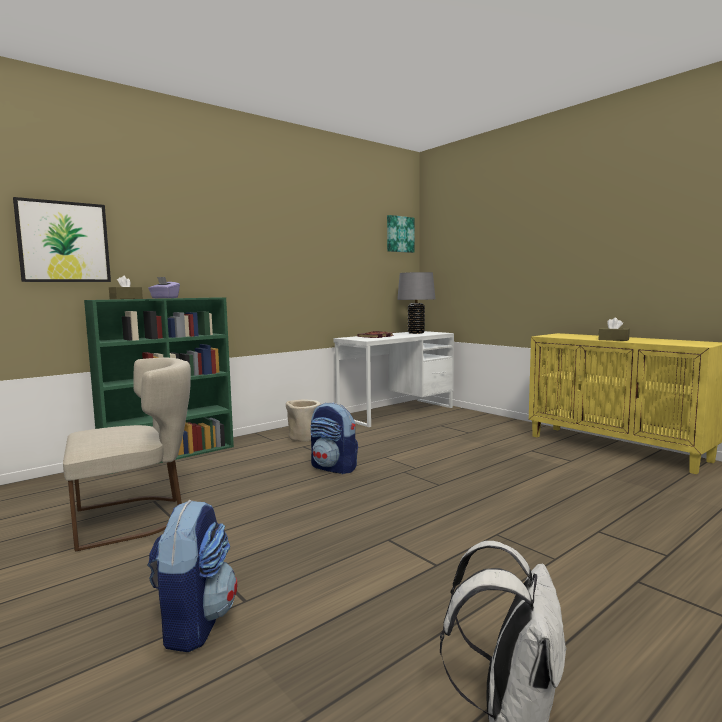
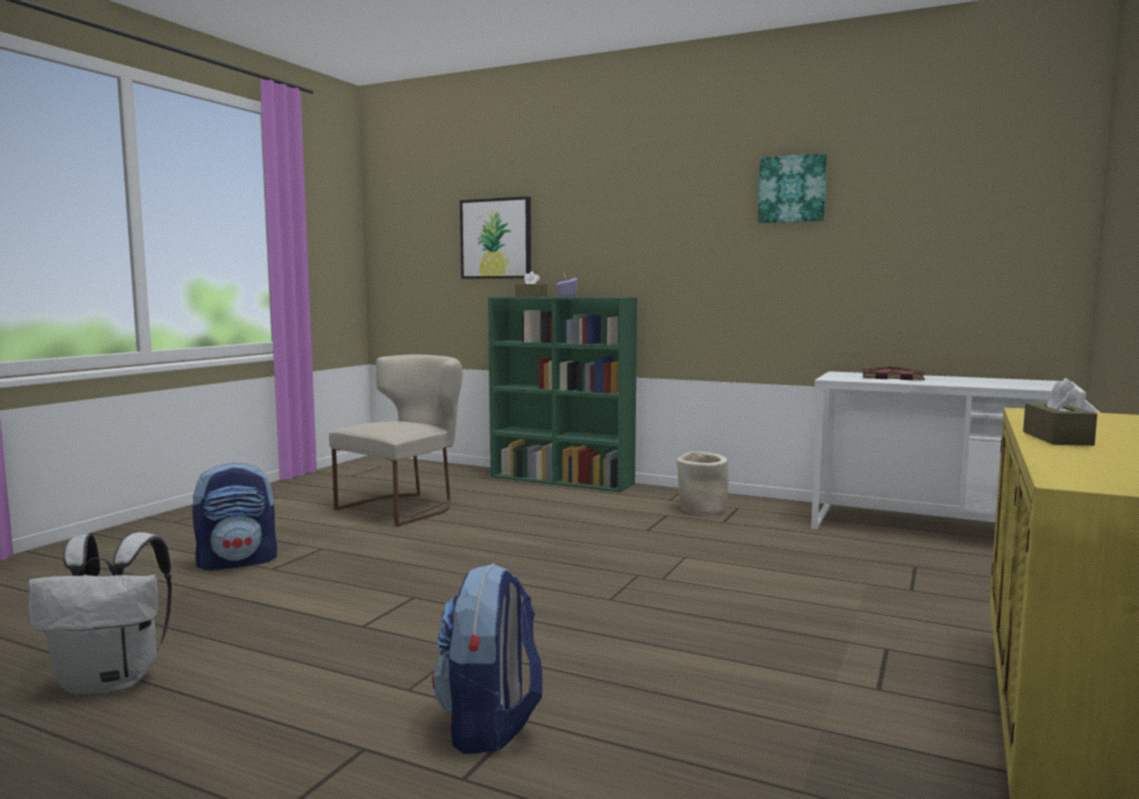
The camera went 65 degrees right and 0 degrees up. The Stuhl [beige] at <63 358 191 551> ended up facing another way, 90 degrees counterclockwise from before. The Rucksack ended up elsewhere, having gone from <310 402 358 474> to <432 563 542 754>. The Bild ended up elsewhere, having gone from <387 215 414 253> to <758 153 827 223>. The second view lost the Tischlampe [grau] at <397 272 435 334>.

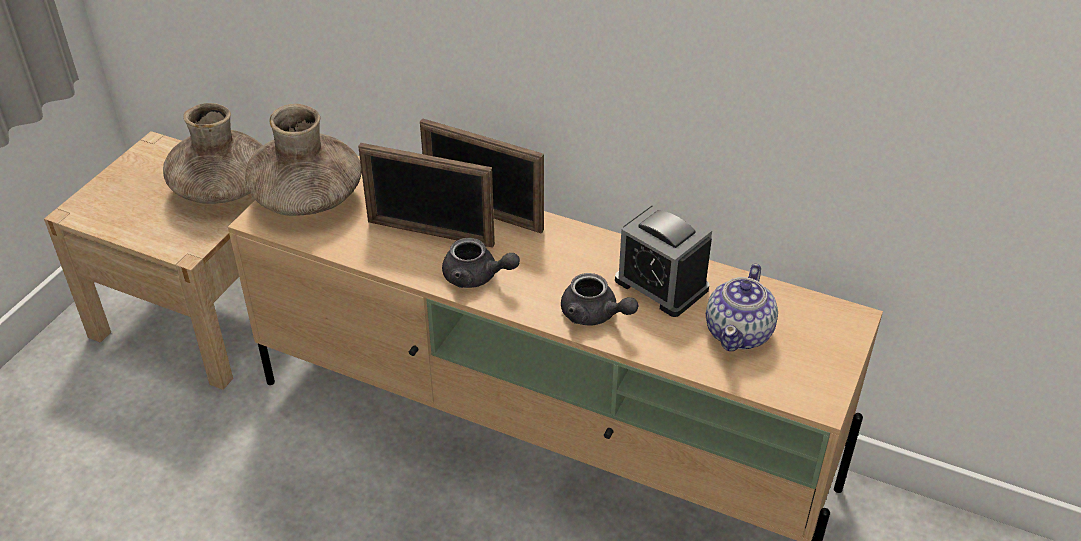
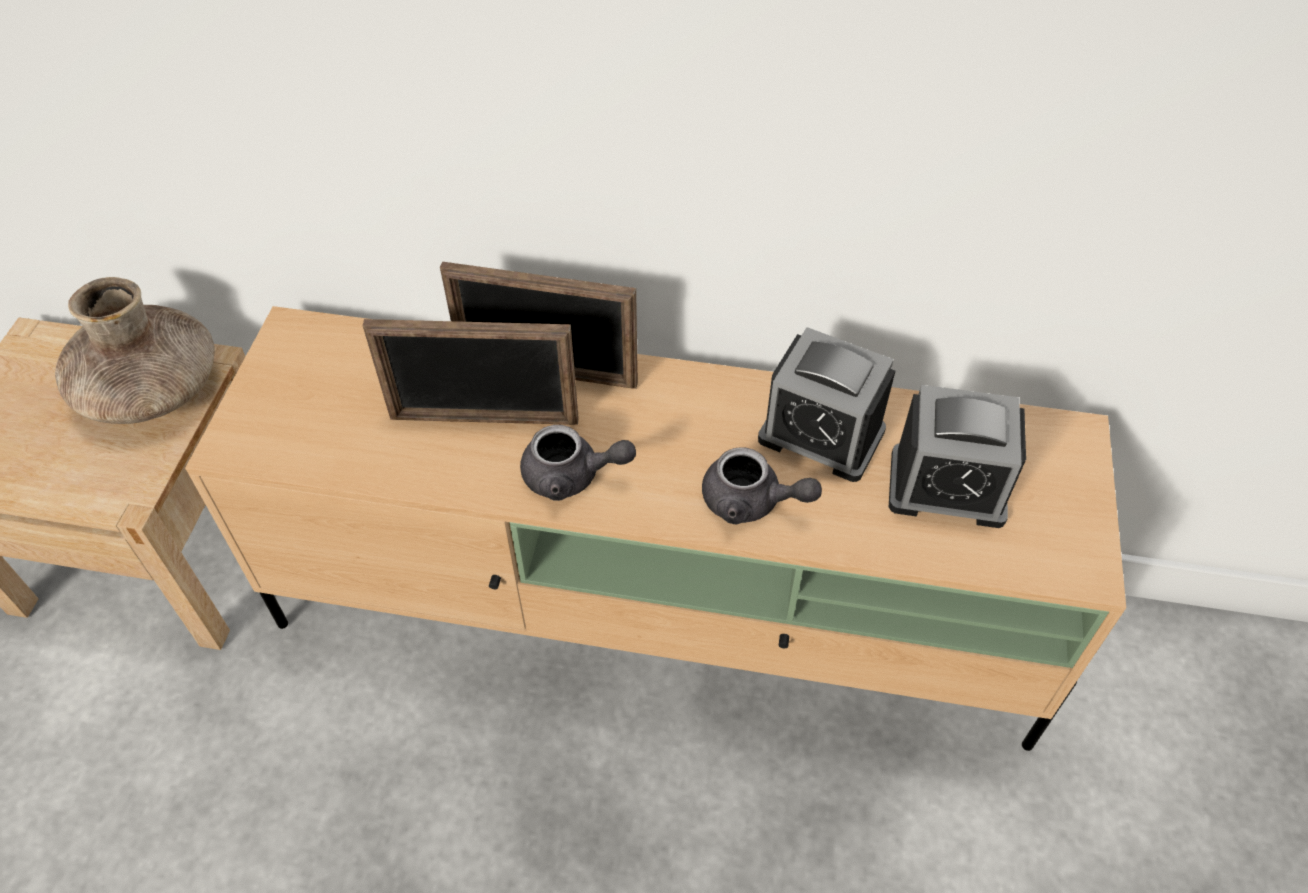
The camera went 15 degrees left and 10 degrees up. The second view lost the Vase [braun] at <245 104 362 216>. Where the Teekanne stood at <706 264 778 351>, the Wecker came to stand at <889 385 1026 528>.

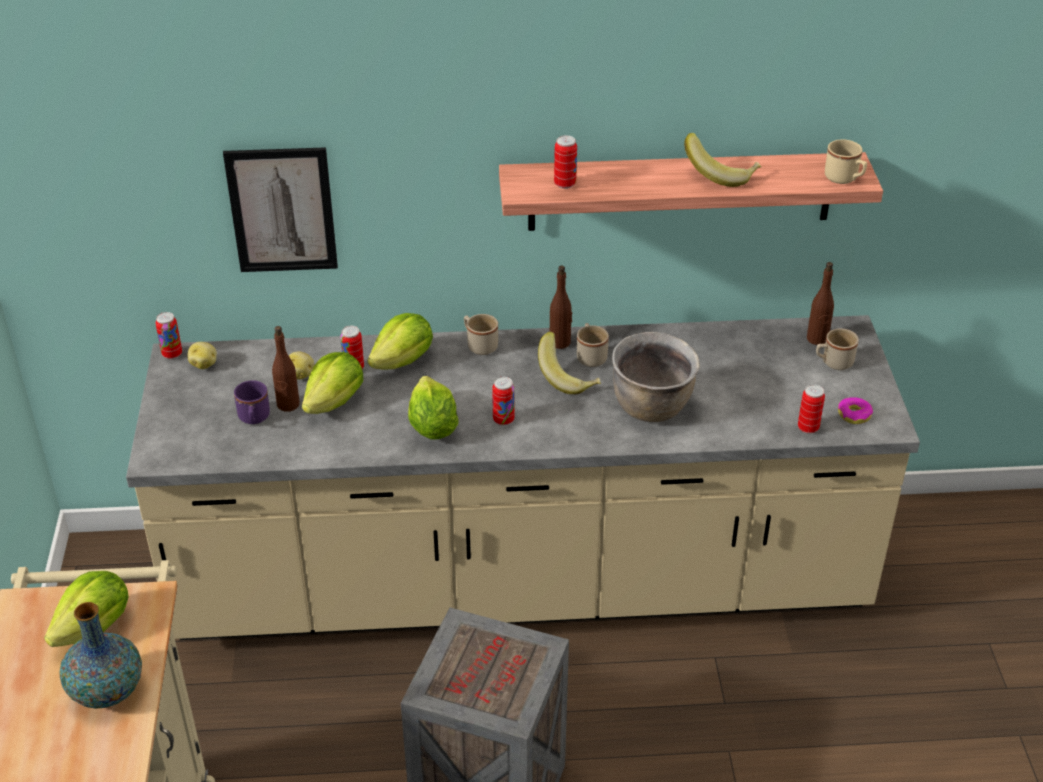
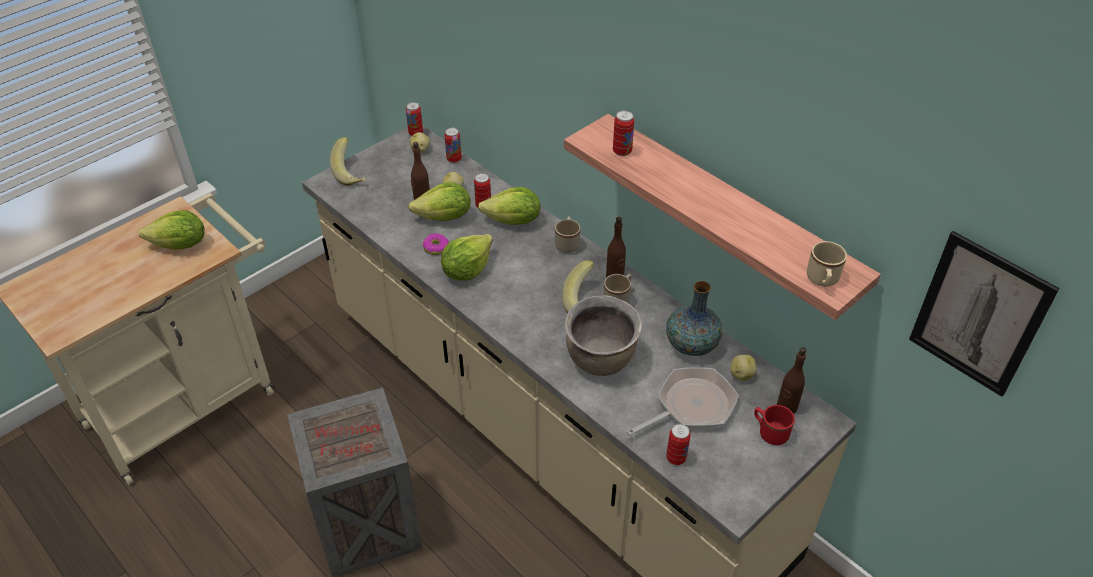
The camera went 50 degrees right and 5 degrees up. The Vase ended up elsewhere, having gone from <59 602 142 709> to <666 281 722 356>. The Bild ended up elsewhere, having gone from <223 147 338 272> to <909 231 1060 397>. The second view lost the Henkelbecher [lila] at <234 380 270 424>. The Dose ended up elsewhere, having gone from <492 377 514 426> to <445 128 462 163>. The Banane ended up elsewhere, having gone from <684 133 762 187> to <330 137 365 186>. What was the Henkelbecher [beige] at <816 329 859 370> turned into the Henkelbecher [rot] at <754 405 795 445>. The Donut ended up elsewhere, having gone from <838 397 873 424> to <423 234 449 255>. The second view gained the Pfanne at <627 367 739 436>. The second view gained the Kartoffel at <730 355 756 381>.

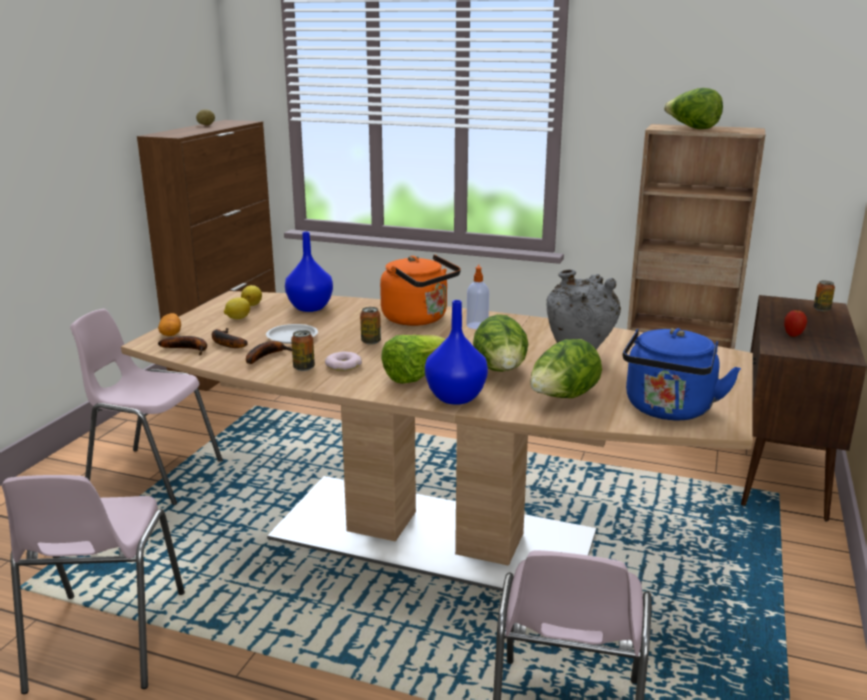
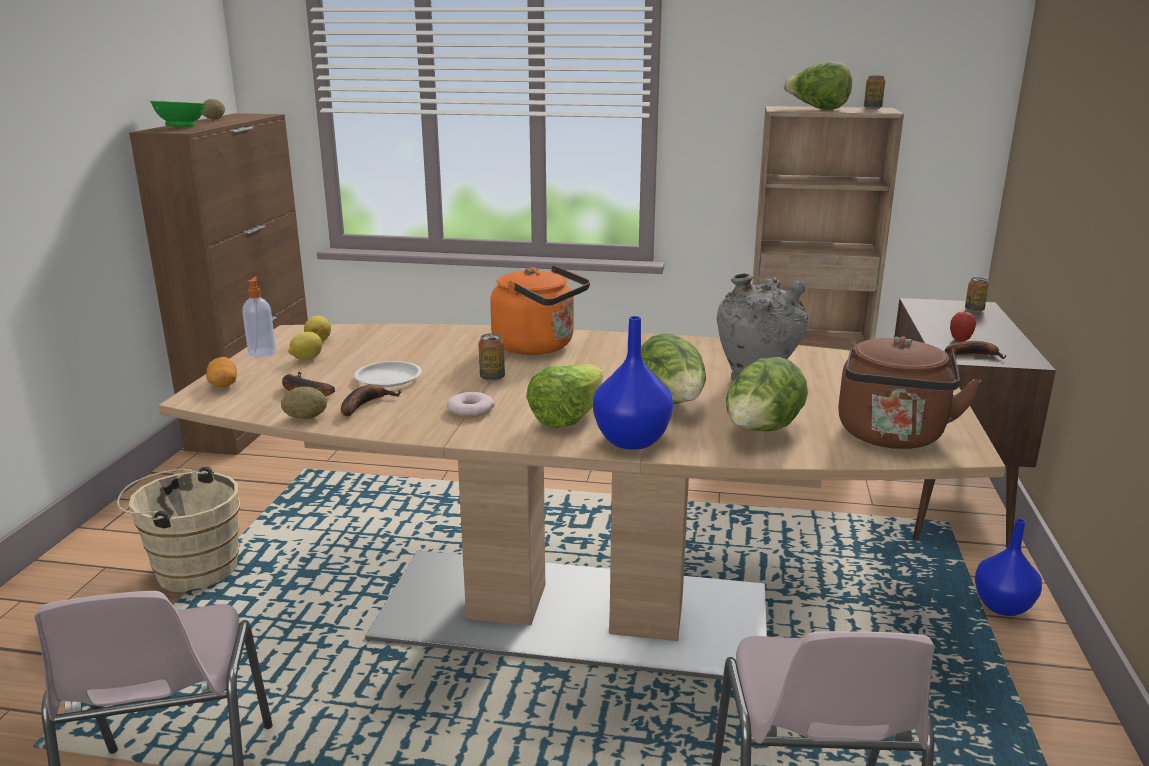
The camera went 10 degrees left and 0 degrees up. Where the Stuhl [rosa] stood at <70 309 223 505>, the Eimer [beige] came to stand at <117 466 240 592>. The Banane ended up elsewhere, having gone from <158 336 207 356> to <945 341 1007 359>. The Vase [blau] ended up elsewhere, having gone from <285 231 333 312> to <975 519 1042 616>. The Dose ended up elsewhere, having gone from <291 330 315 371> to <864 75 885 109>. The Seifenspender ended up elsewhere, having gone from <466 264 489 329> to <242 276 276 357>. What was the Wasserkessel [blau] at <623 328 741 421> turned into the Wasserkessel [braun] at <838 336 982 449>. The second view gained the Schüssel [grün] at <150 101 206 127>. The second view gained the Kartoffel at <281 387 327 419>.

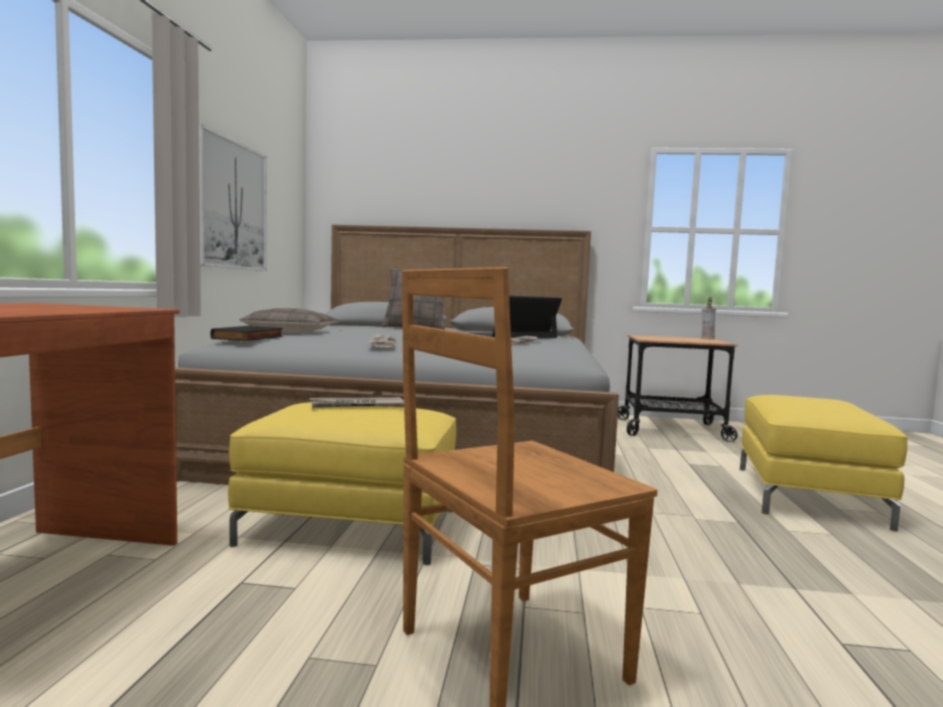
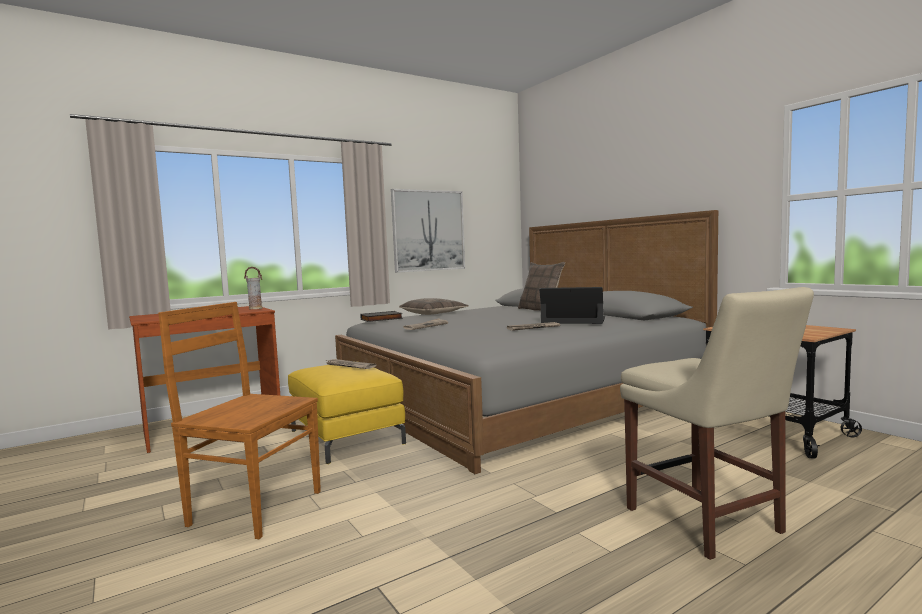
The camera went 50 degrees right and 0 degrees up. The Vase ended up elsewhere, having gone from <701 297 716 339> to <244 267 262 309>. Where the Polsterhocker [gelb] stood at <740 395 907 532>, the Stuhl [beige] came to stand at <620 287 814 560>.

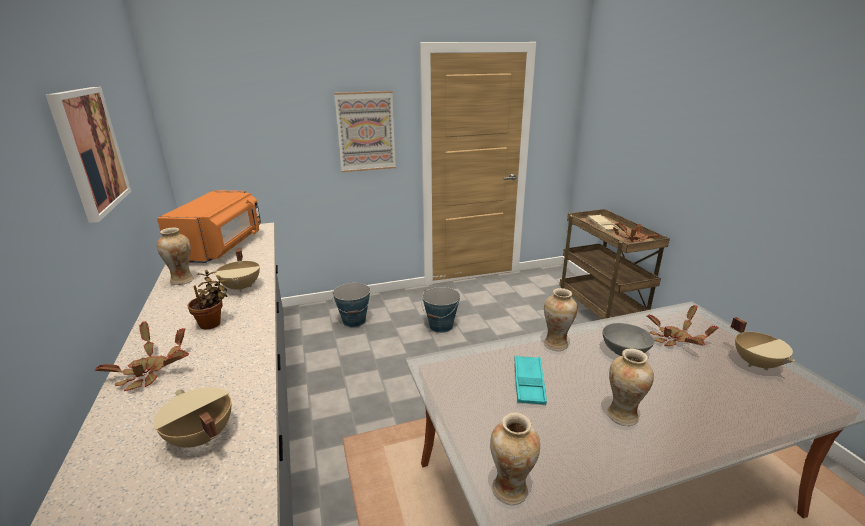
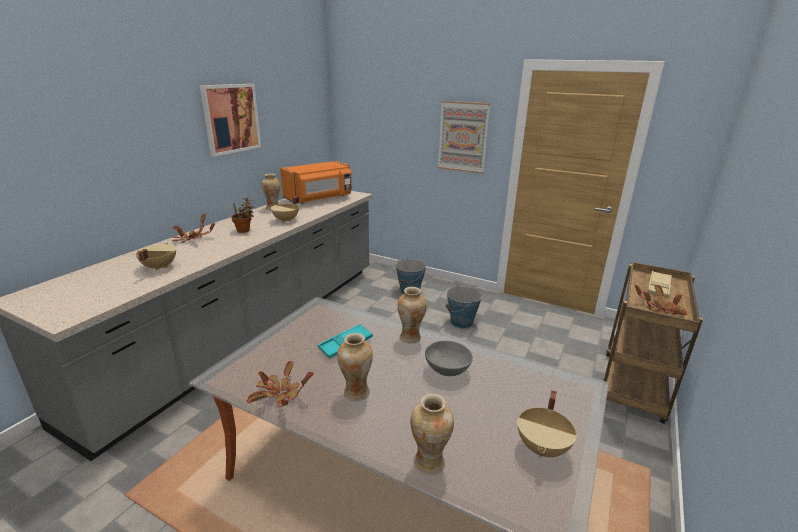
The camera went 45 degrees right and 0 degrees up. The Vase ended up elsewhere, having gone from <490 413 540 505> to <410 394 454 475>. The Topfpflanze ended up elsewhere, having gone from <647 305 719 346> to <247 360 314 407>.

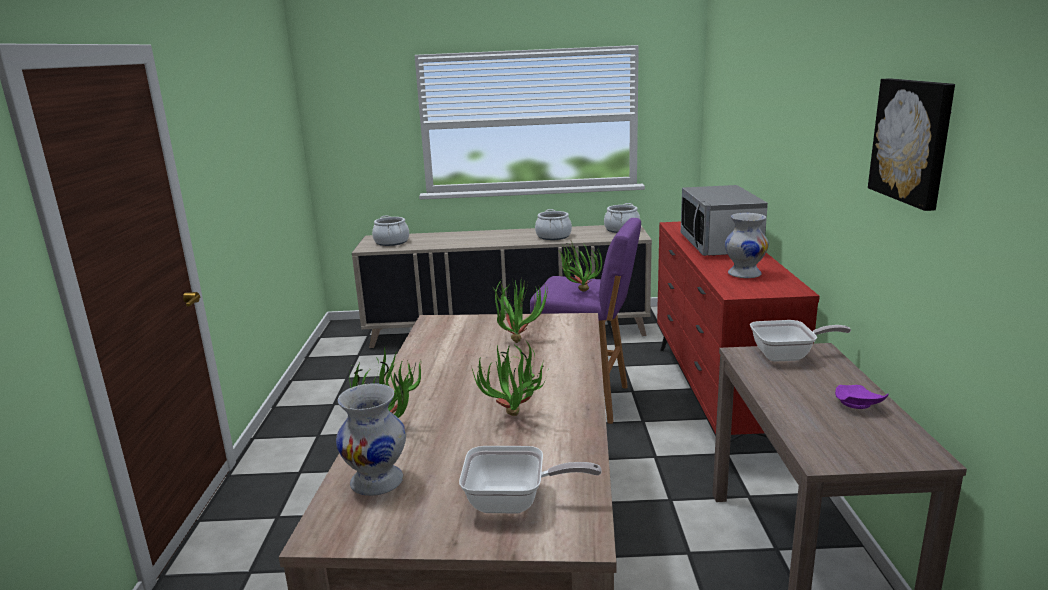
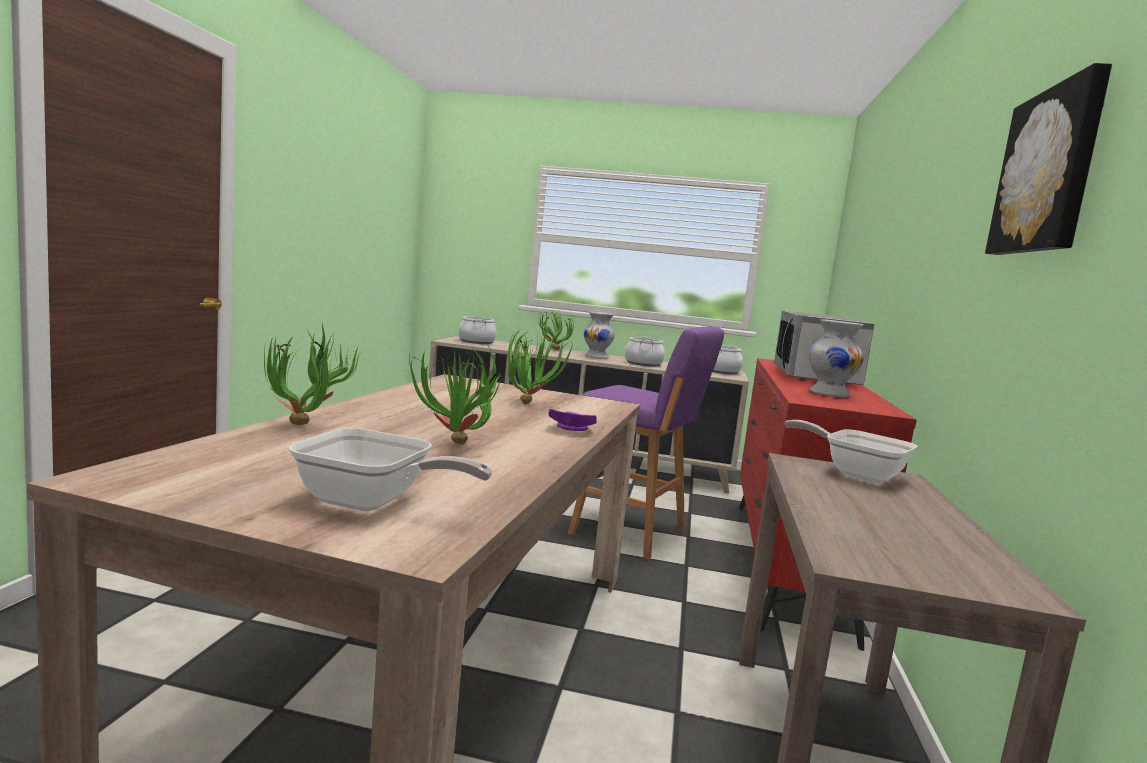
The camera went 10 degrees right and 10 degrees down. The Vase [weiß] ended up elsewhere, having gone from <336 383 406 496> to <584 312 615 359>. The Topfpflanze ended up elsewhere, having gone from <557 241 602 291> to <538 310 573 350>. The Pfanne at <750 320 851 362> ended up facing another way, 150 degrees counterclockwise from before. The Teller [lila] ended up elsewhere, having gone from <835 385 889 409> to <549 409 597 431>.

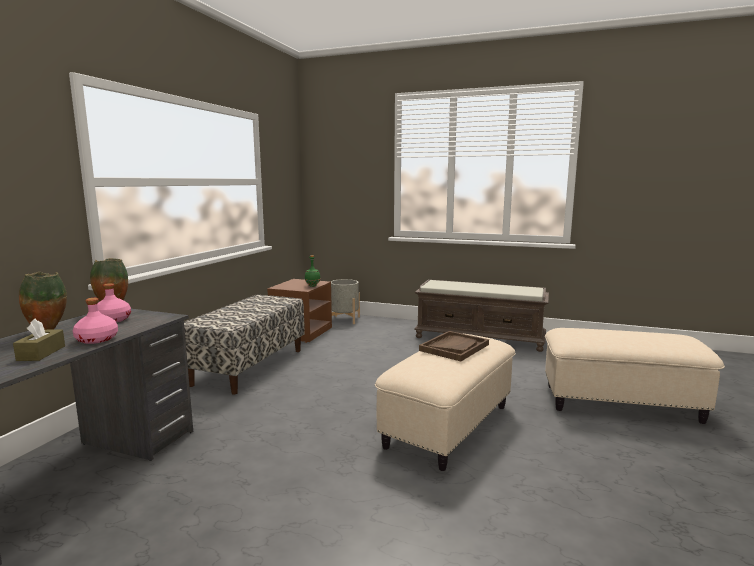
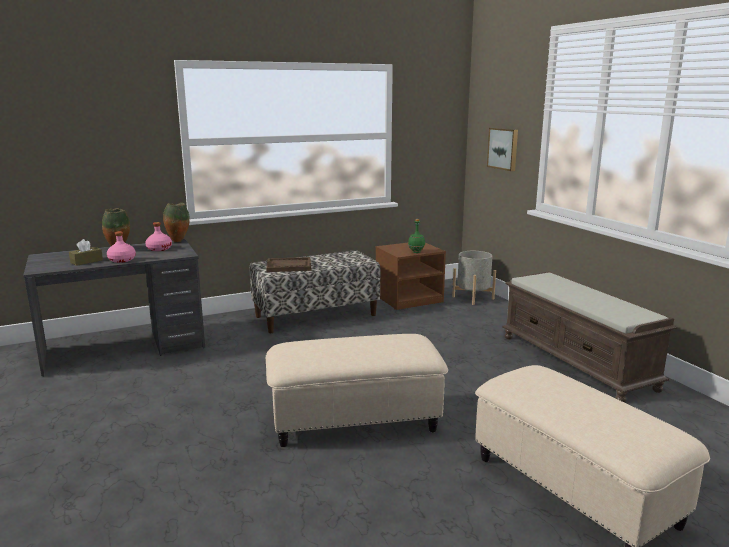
The camera went 45 degrees right and 5 degrees up. The Tablett [braun] ended up elsewhere, having gone from <419 331 489 361> to <266 257 311 272>. The second view gained the Bild at <487 128 518 171>.

